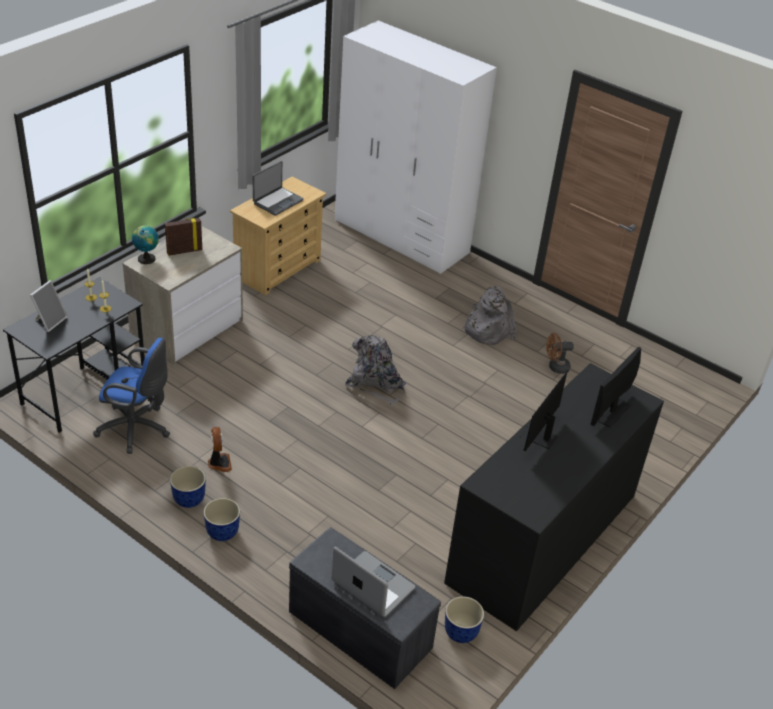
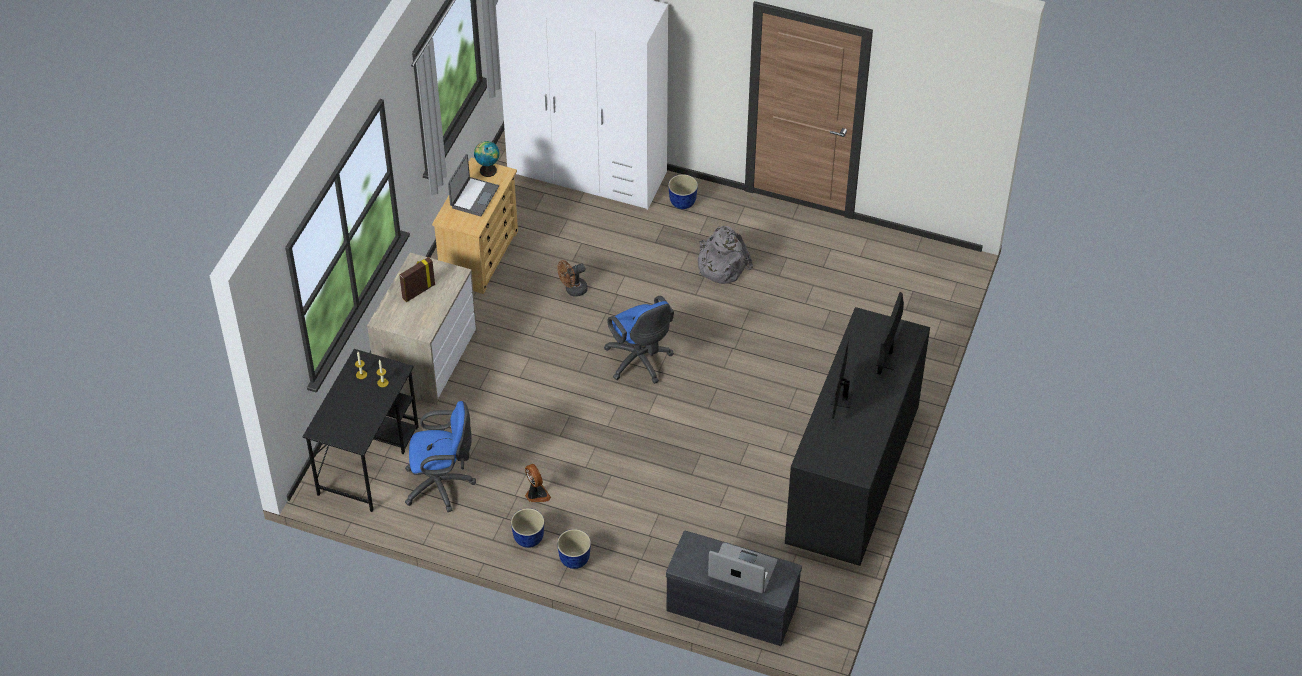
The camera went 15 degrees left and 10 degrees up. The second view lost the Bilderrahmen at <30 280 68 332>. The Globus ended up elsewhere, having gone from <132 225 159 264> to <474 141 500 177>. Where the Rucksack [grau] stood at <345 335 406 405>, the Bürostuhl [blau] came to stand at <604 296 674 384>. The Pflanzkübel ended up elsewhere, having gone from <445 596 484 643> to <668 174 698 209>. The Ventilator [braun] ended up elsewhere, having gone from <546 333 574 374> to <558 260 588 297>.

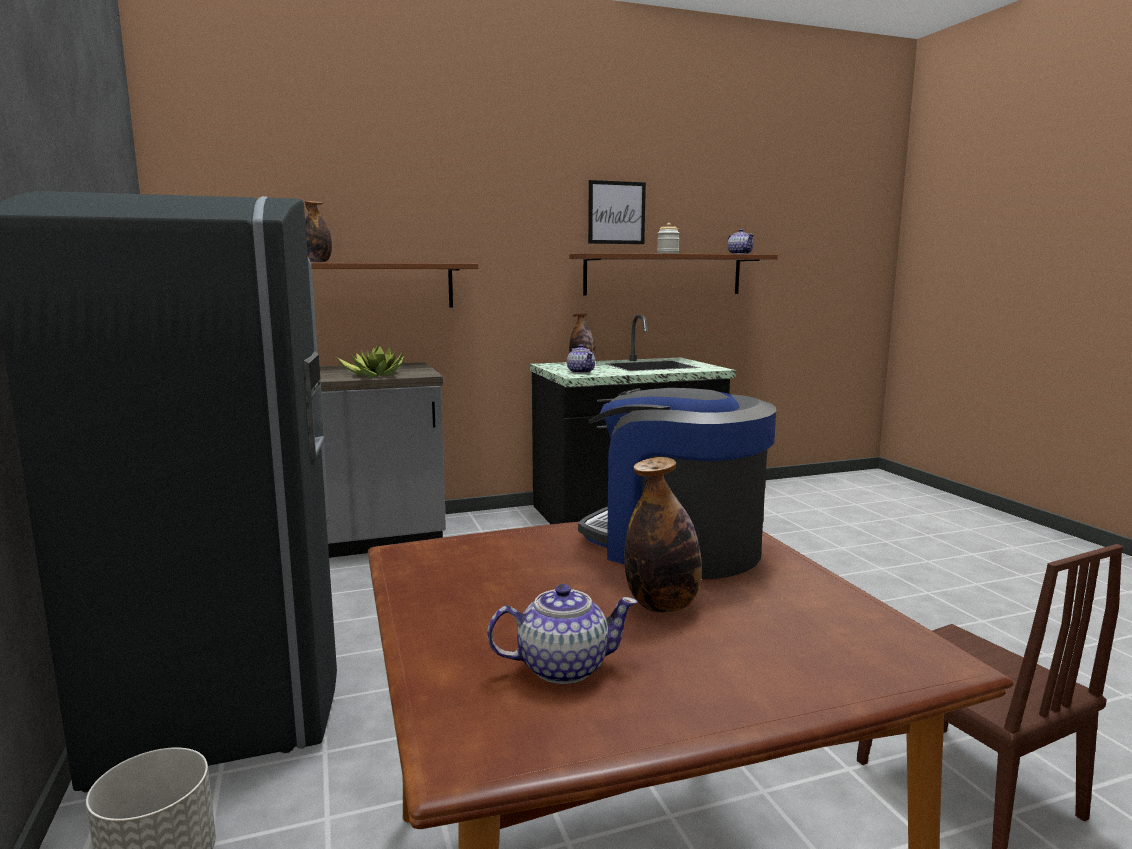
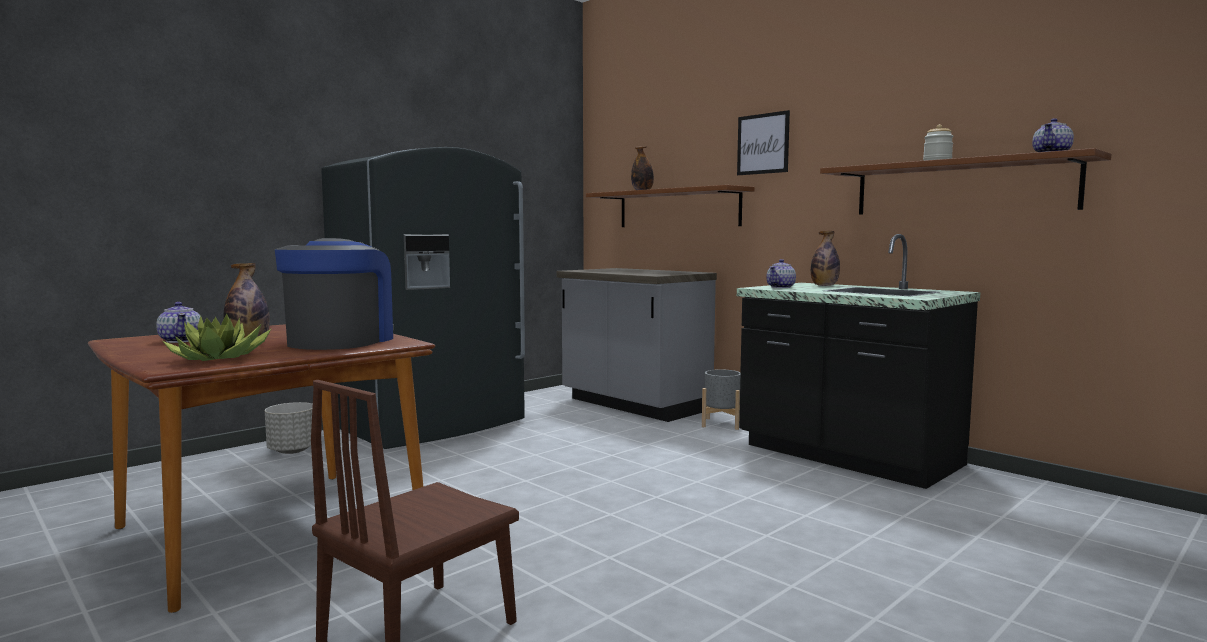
The camera went 65 degrees right and 5 degrees down. The Topfpflanze ended up elsewhere, having gone from <338 345 404 378> to <163 313 272 361>. The Bild ended up elsewhere, having gone from <588 180 646 244> to <737 110 790 175>. The second view gained the Pflanzkübel [grau] at <702 369 740 430>.

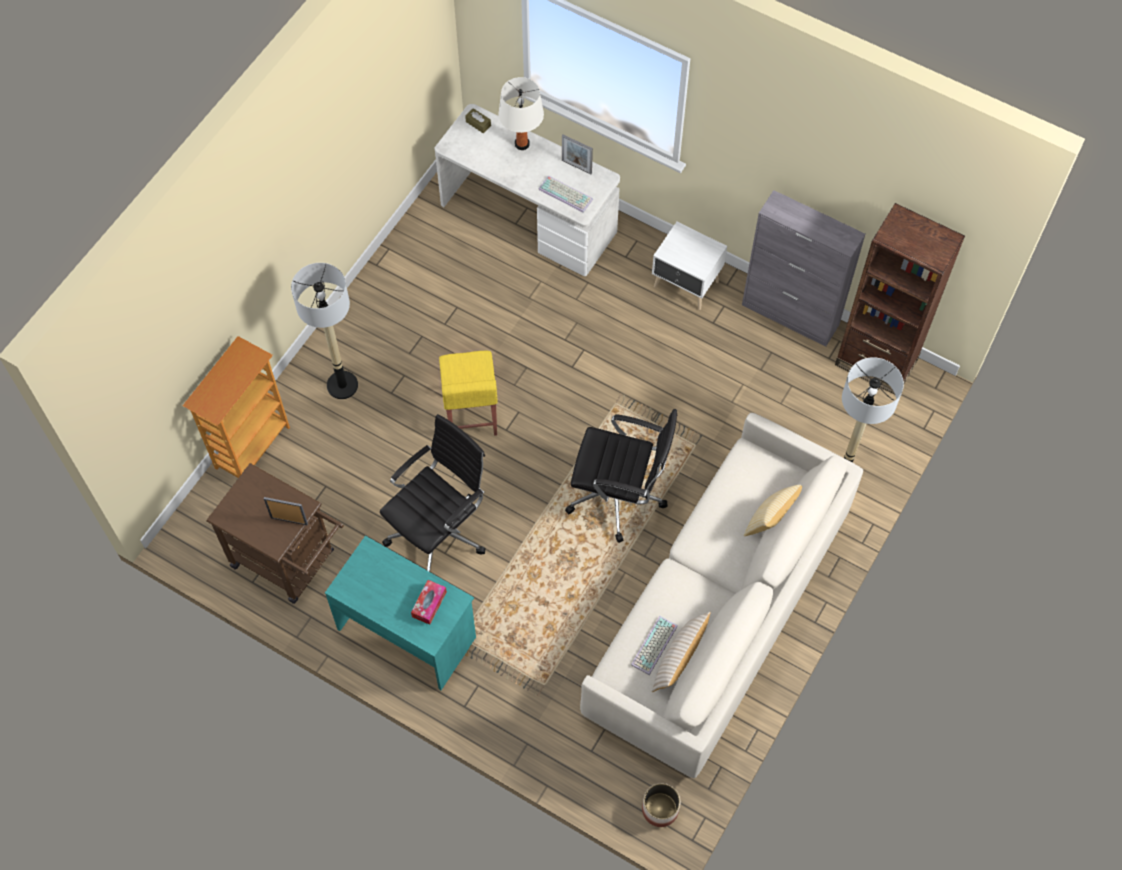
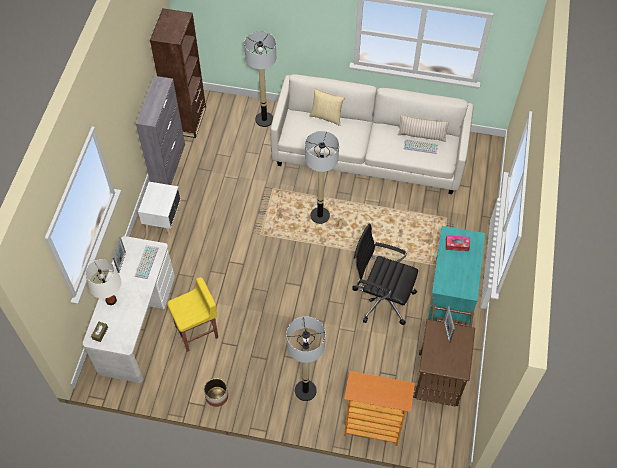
The camera went 110 degrees left and 5 degrees down. The Hocker [gelb] ended up elsewhere, having gone from <439 351 498 436> to <167 277 218 352>. Where the Bürostuhl [schwarz] stood at <565 409 677 543>, the Stehlampe came to stand at <305 131 339 224>. The Pflanzkübel ended up elsewhere, having gone from <642 783 680 827> to <204 378 228 407>.

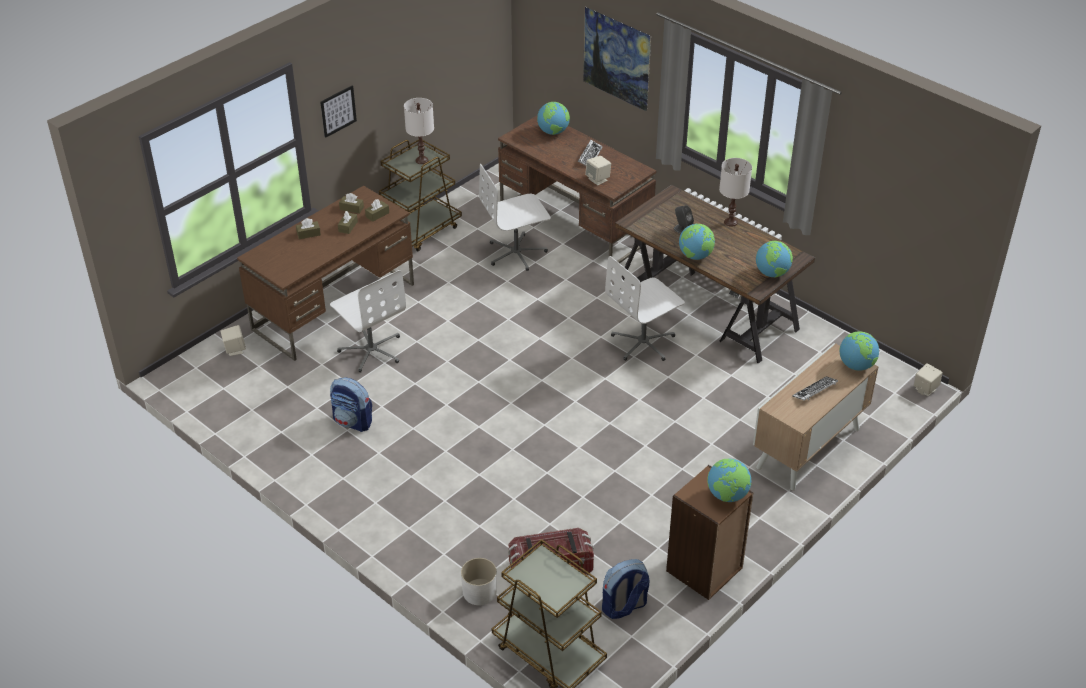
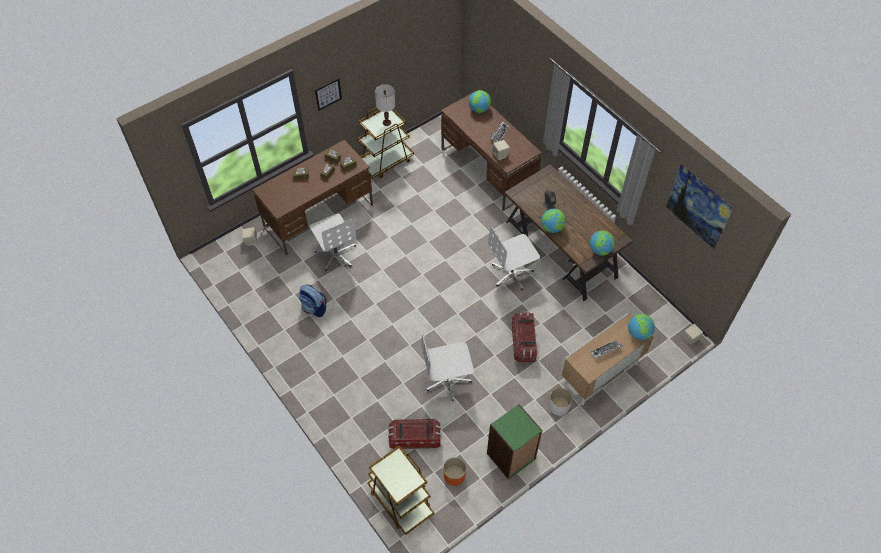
The camera went 10 degrees right and 15 degrees up. The Pflanzkübel [weiß] ended up elsewhere, having gone from <461 558 497 605> to <549 388 572 416>. The Bürostuhl [weiß] ended up elsewhere, having gone from <479 164 551 271> to <421 331 474 401>. The Bild ended up elsewhere, having gone from <583 7 651 112> to <666 164 733 249>. Where the Rucksack stood at <602 559 650 619>, the Pflanzkübel [orange] came to stand at <443 457 466 486>. What was the Bücherregal [braun] at <666 465 753 600> turned into the Bücherregal [grün] at <487 404 543 480>. The second view lost the Globus at <707 459 751 502>. The second view lost the Tischlampe [weiß] at <719 158 752 227>. The second view gained the Aufbewahrungsbox at <512 313 537 362>.

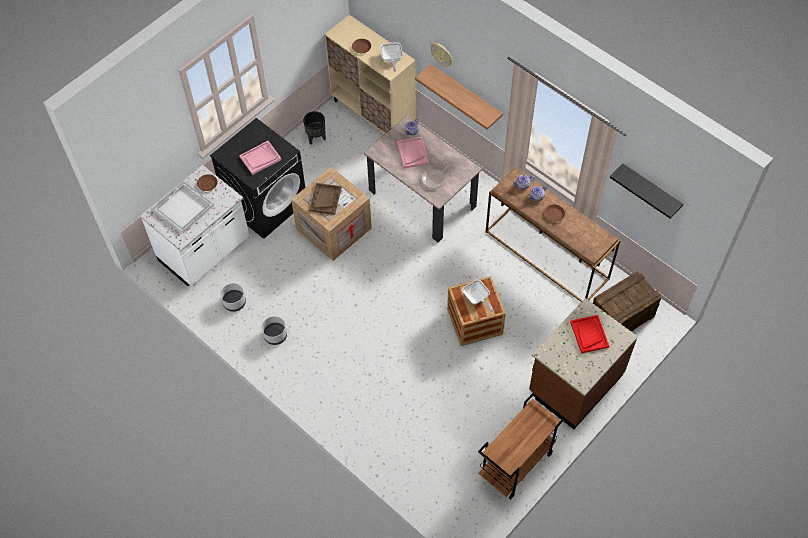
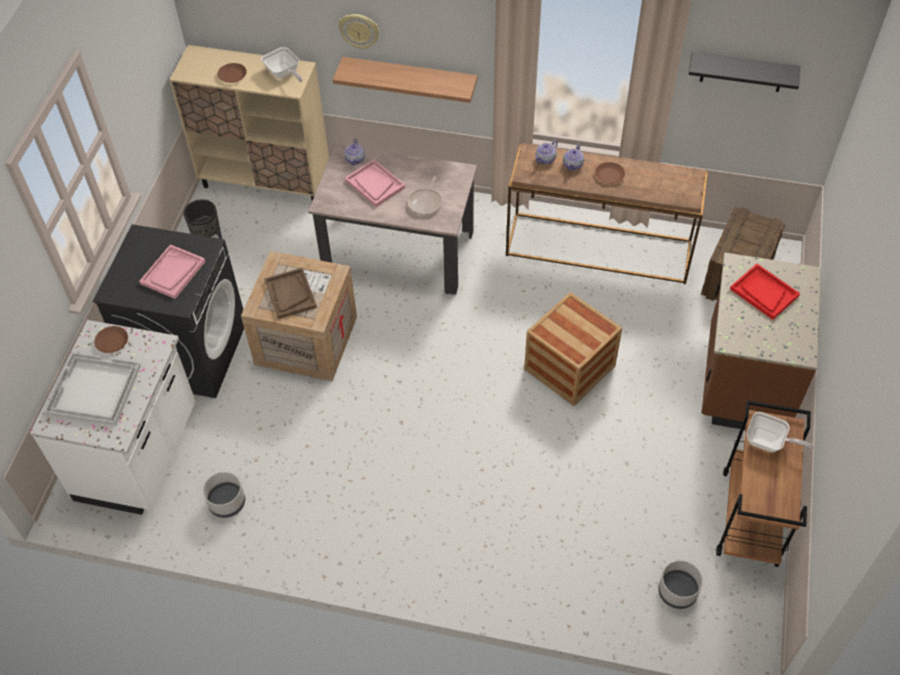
The camera went 30 degrees left and 5 degrees down. The Pflanzkübel [grau] ended up elsewhere, having gone from <262 316 287 345> to <658 560 703 609>. The Pfanne ended up elsewhere, having gone from <462 280 494 312> to <746 412 814 452>.

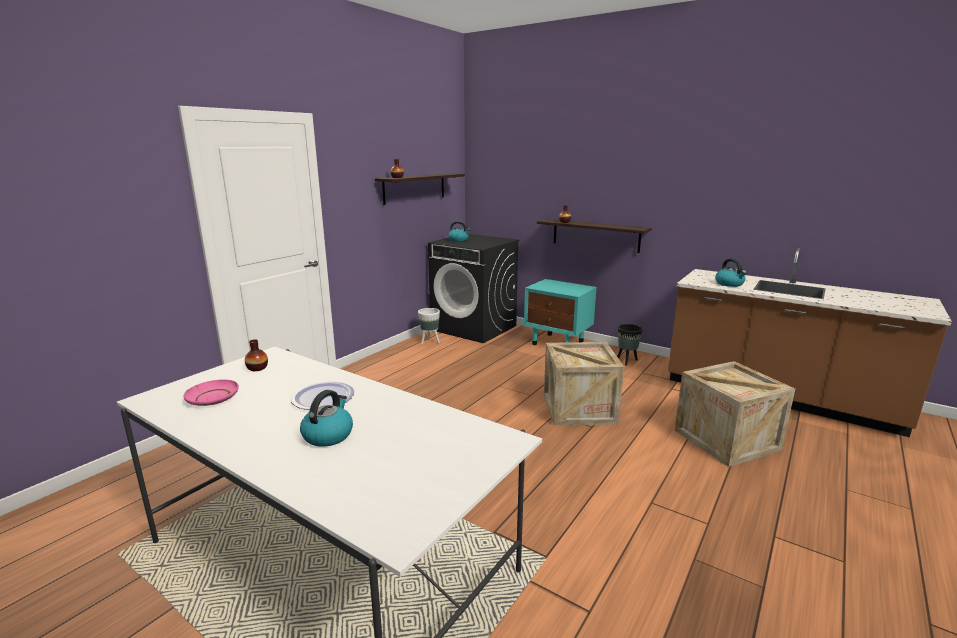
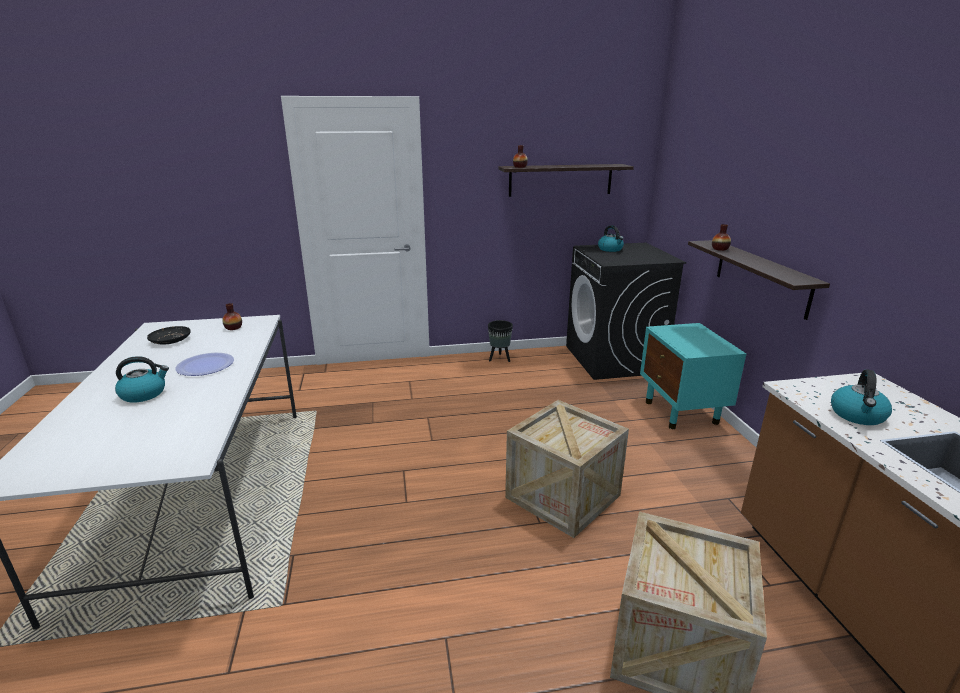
The camera went 45 degrees right and 5 degrees up. What was the Teller [rosa] at <183 379 239 406> turned into the Teller [schwarz] at <147 326 191 345>. The second view lost the Pflanzkübel [weiß] at <418 308 440 344>. The Pflanzkübel [schwarz] ended up elsewhere, having gone from <617 324 643 366> to <488 320 513 362>.

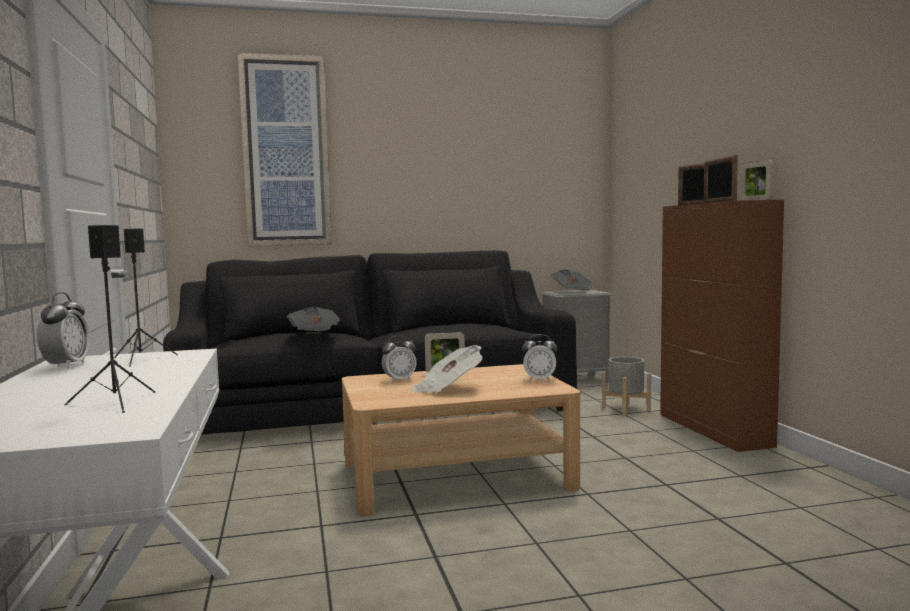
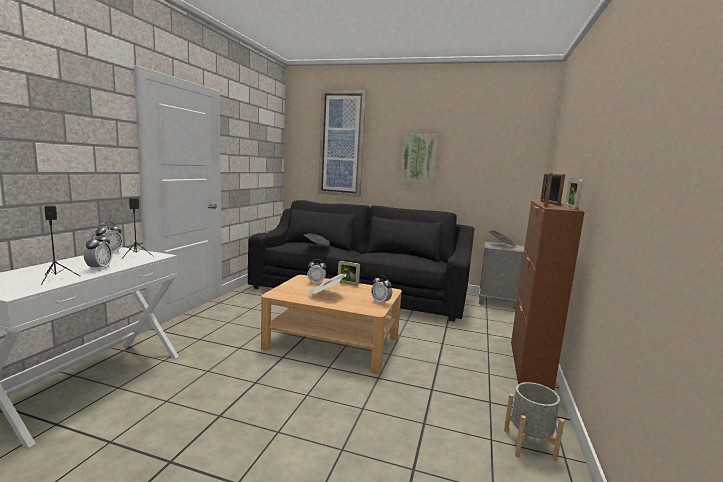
The camera went 30 degrees right and 5 degrees up. The Pflanzkübel [grau] ended up elsewhere, having gone from <602 357 651 415> to <504 382 564 461>. The second view gained the Wecker at <84 233 113 270>. The second view gained the Bild at <400 134 439 187>.

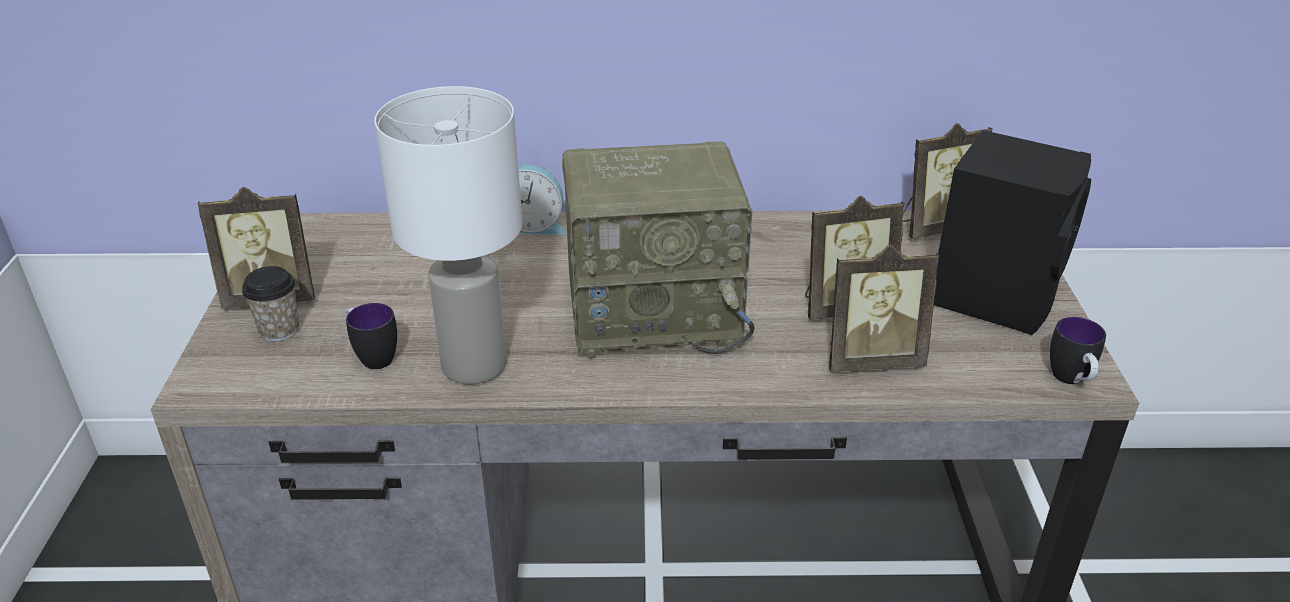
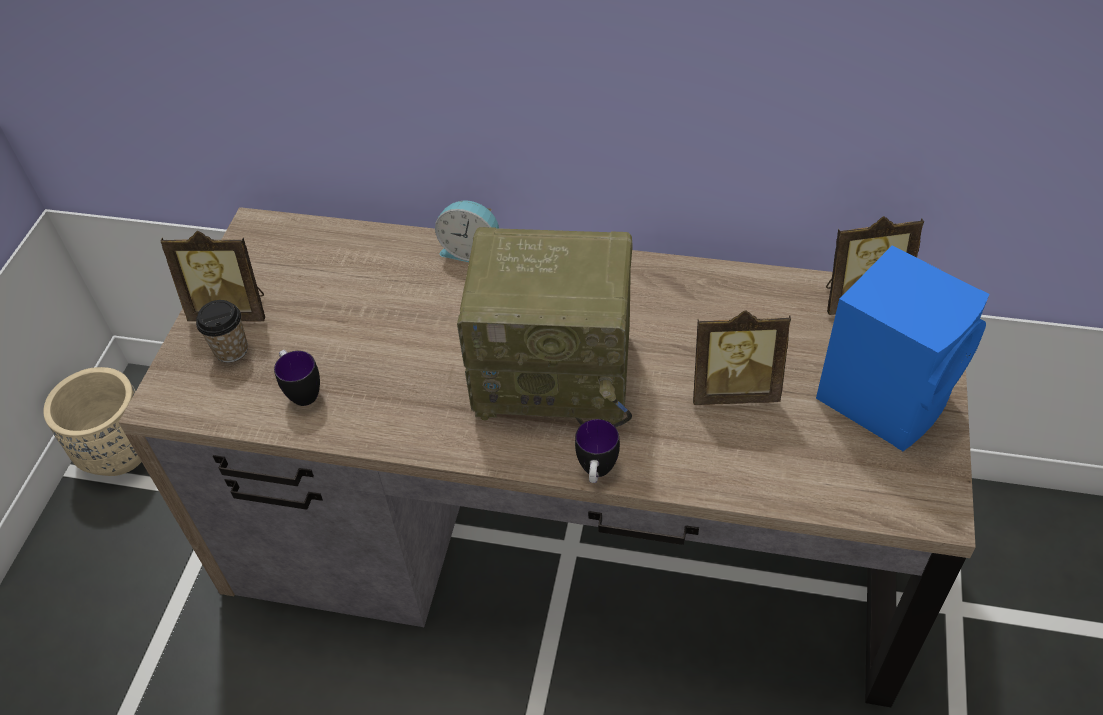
The camera went 15 degrees right and 15 degrees up. The second view lost the Tischlampe [weiß] at <374 86 523 385>. The second view lost the Bilderrahmen at <829 244 940 372>. What was the Lautsprecher [schwarz] at <934 130 1091 335> turned into the Lautsprecher [blau] at <816 245 989 451>. The Henkelbecher ended up elsewhere, having gone from <1050 317 1106 384> to <575 419 620 483>. The second view gained the Pflanzkübel [beige] at <43 367 141 476>.

